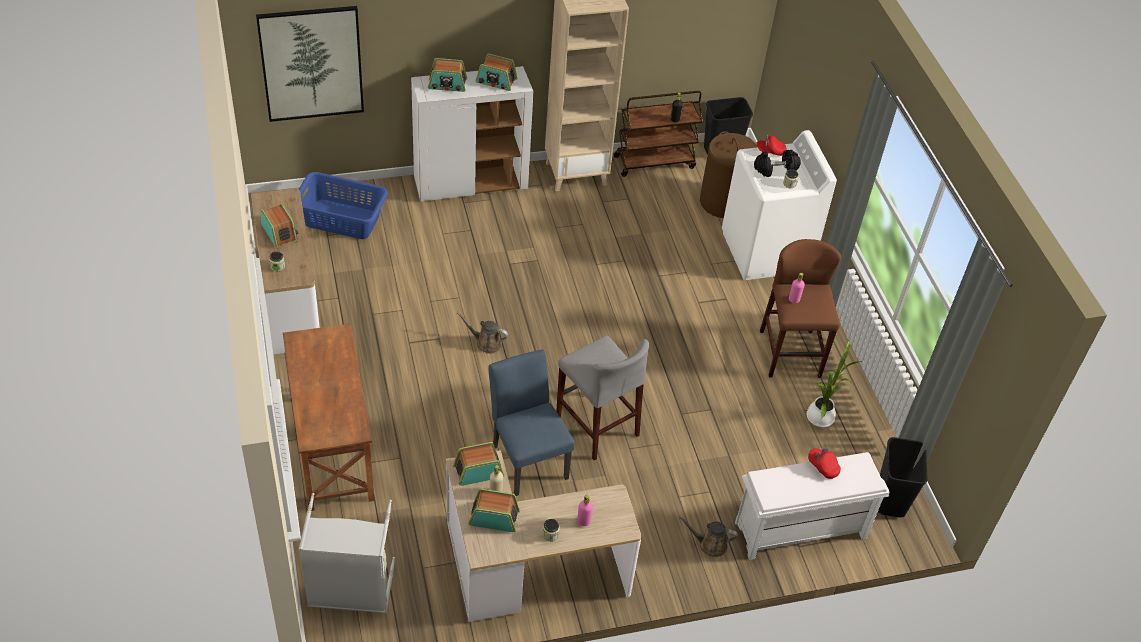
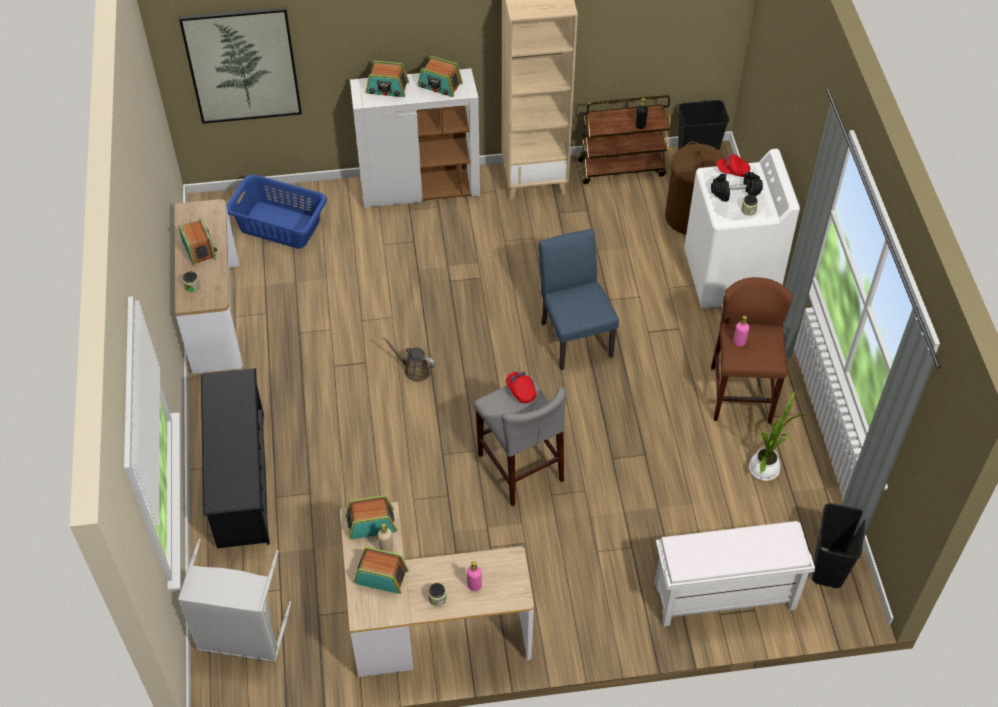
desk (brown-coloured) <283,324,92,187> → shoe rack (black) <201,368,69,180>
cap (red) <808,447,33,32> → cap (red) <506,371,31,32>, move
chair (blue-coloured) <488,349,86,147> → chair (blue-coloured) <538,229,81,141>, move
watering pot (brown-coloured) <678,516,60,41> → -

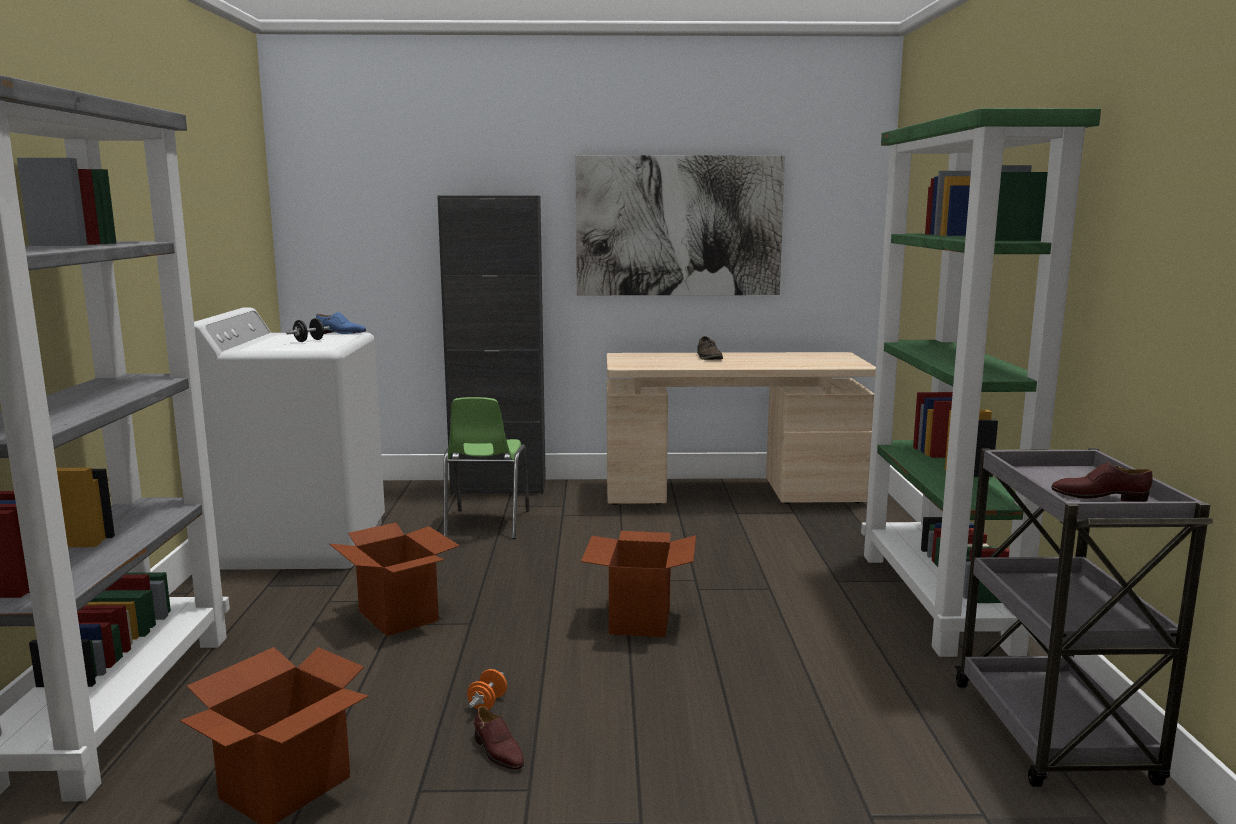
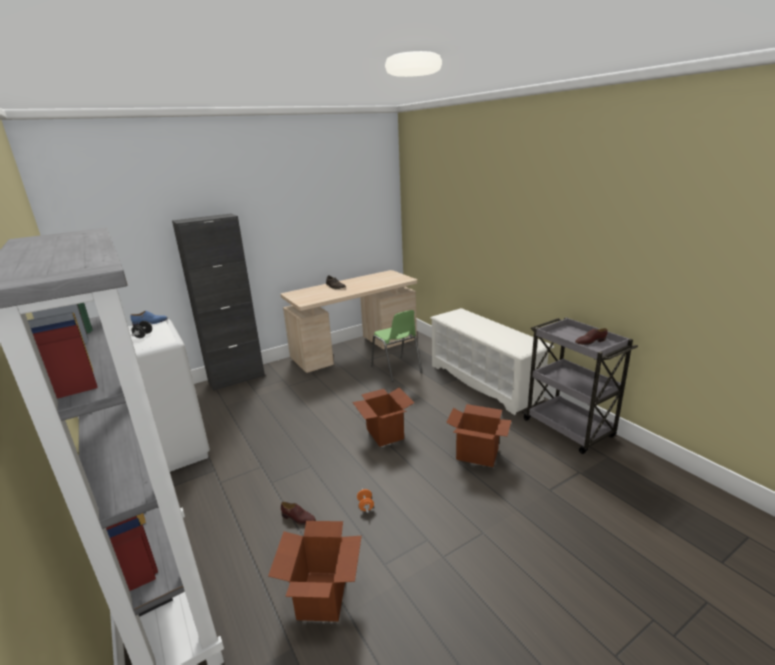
item of footwear (brown-coloured) <474,706,50,64> → item of footwear (brown-coloured) <281,502,35,23>, move
chair (green) <443,397,86,142> → chair (green) <371,310,51,72>, move
shelving unit (green) <861,108,240,549> → shoe rack (white) <430,308,124,107>
carton <329,522,131,114> → carton <446,404,66,63>, move
wall picture <575,155,210,140> → -

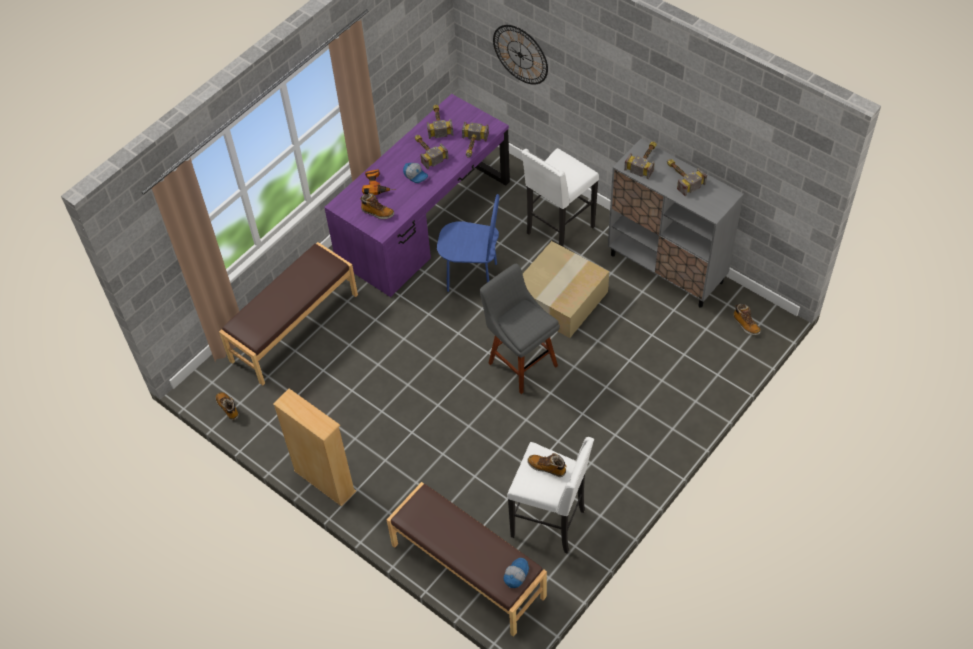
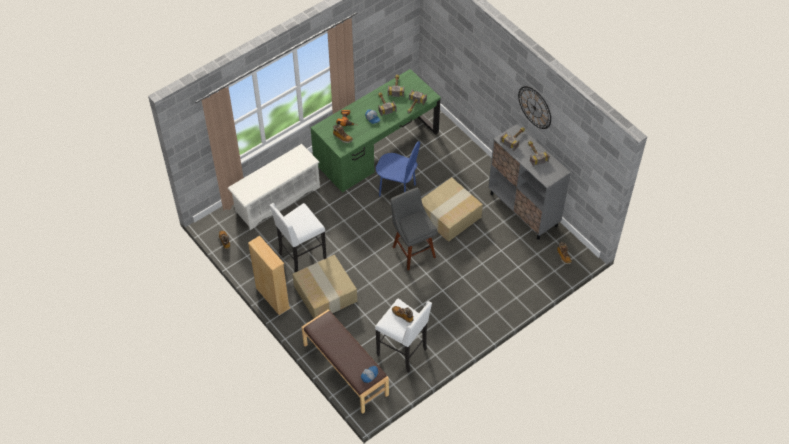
bench (brown-coloured) <219,242,139,143> → shoe rack (white) <228,144,92,86>
stool (white) <522,148,77,99> → stool (white) <270,203,56,69>, move
- → carton <293,255,64,63>
desk (purple) <324,94,186,203> → desk (green) <311,69,130,124>
clock on the wall <493,25,55,60> → clock on the wall <518,86,33,43>, move

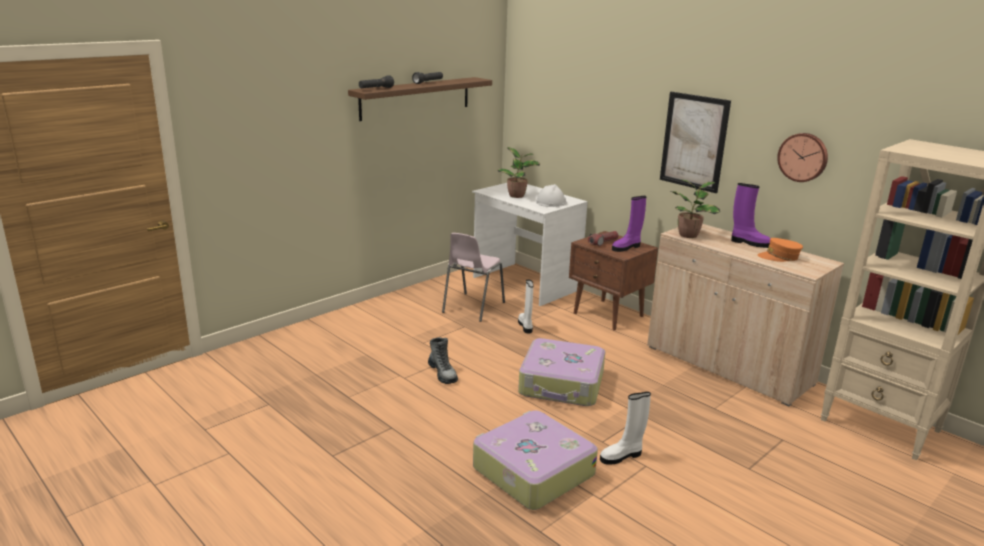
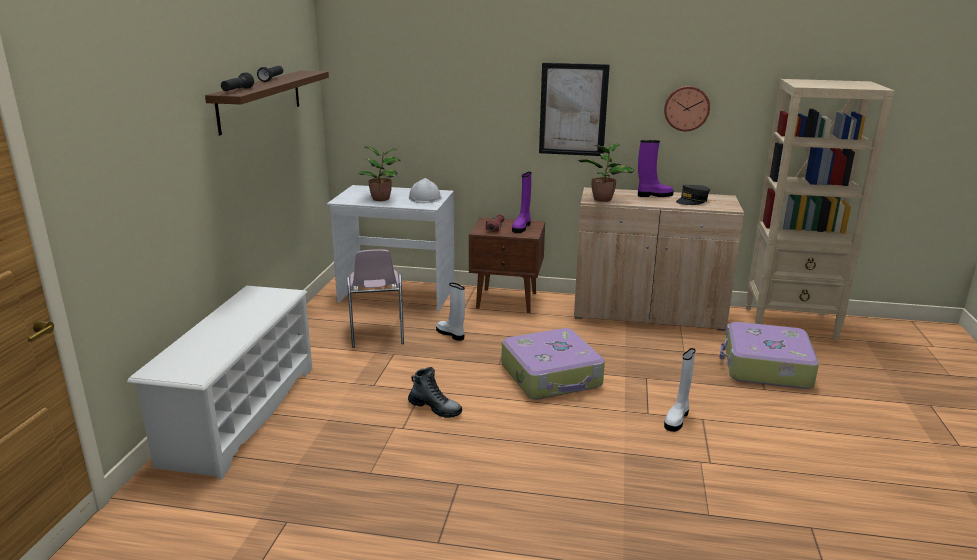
- → shoe rack (white) <127,286,185,194>
cap (orange) <757,238,46,24> → cap (greyish) <676,185,34,20>
suitcase <473,410,125,100> → suitcase <719,322,100,67>, move

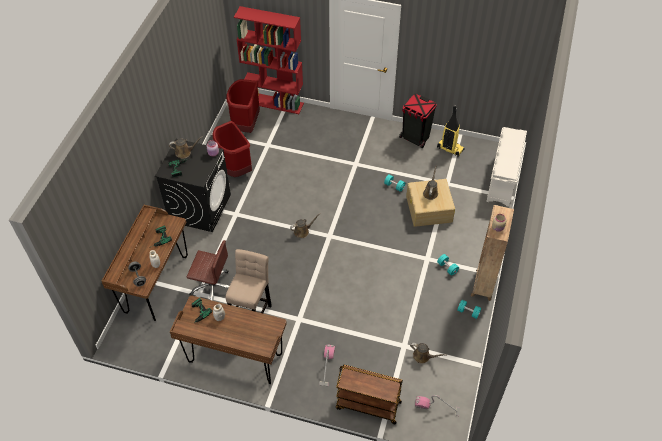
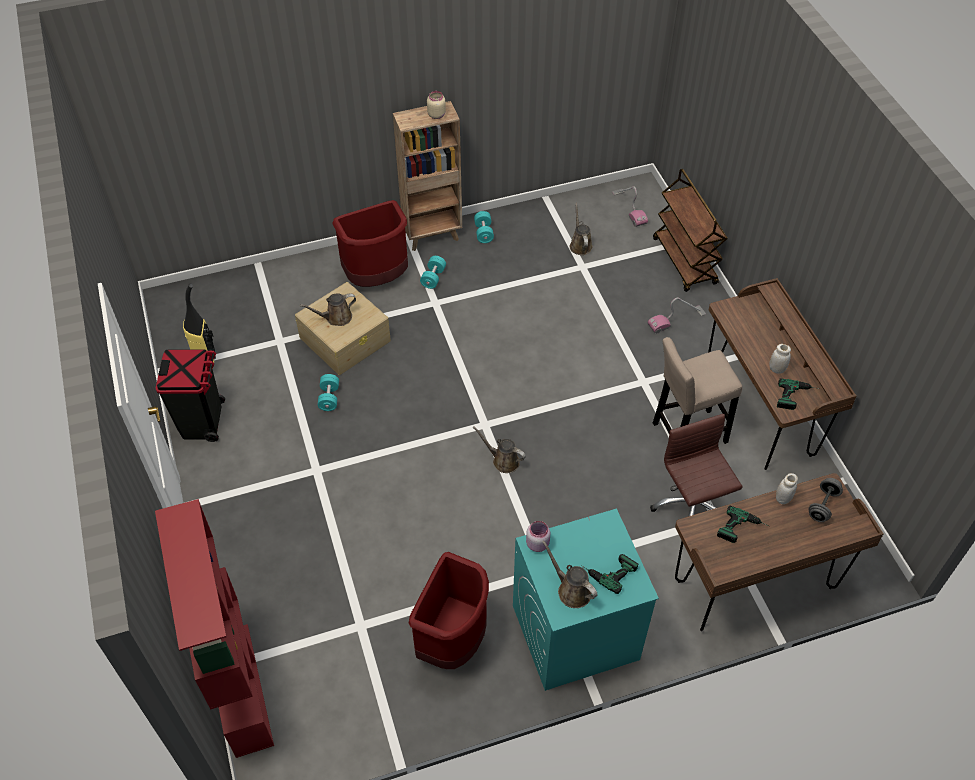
rubbish bin (red) <226,79,34,54> → rubbish bin (red) <332,200,76,87>, move
laundry machine (black) <155,139,76,93> → laundry machine (turquoise) <513,509,146,182>
shoe rack (white) <486,127,41,80> → -

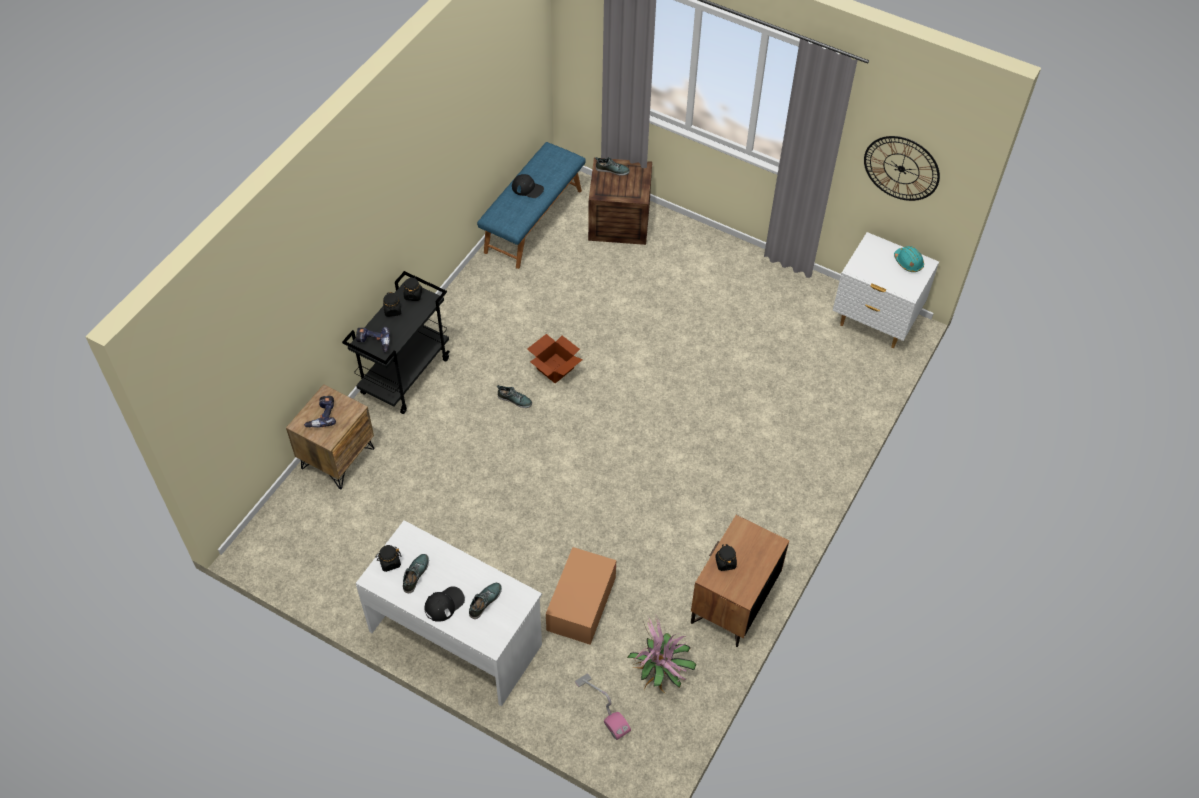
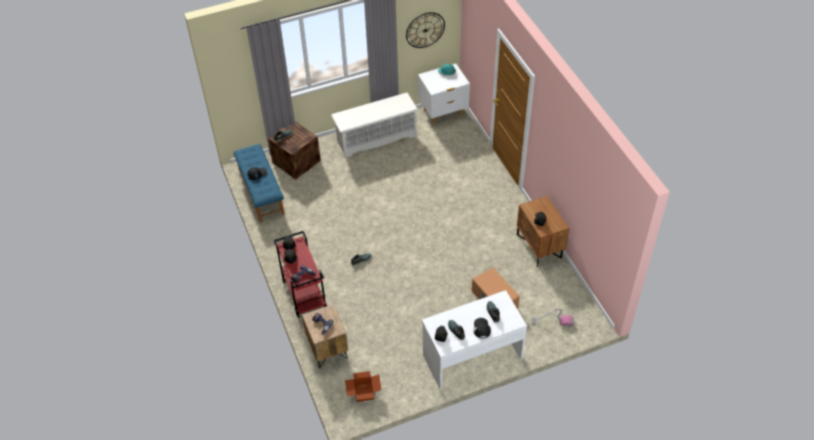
wheeled cart (black) <342,271,108,143> → wheeled cart (red) <274,231,53,87>
- → shoe rack (white) <331,93,87,65>
carton <527,334,55,49> → carton <345,371,36,31>, move
plant in a pot <627,617,69,77> → -

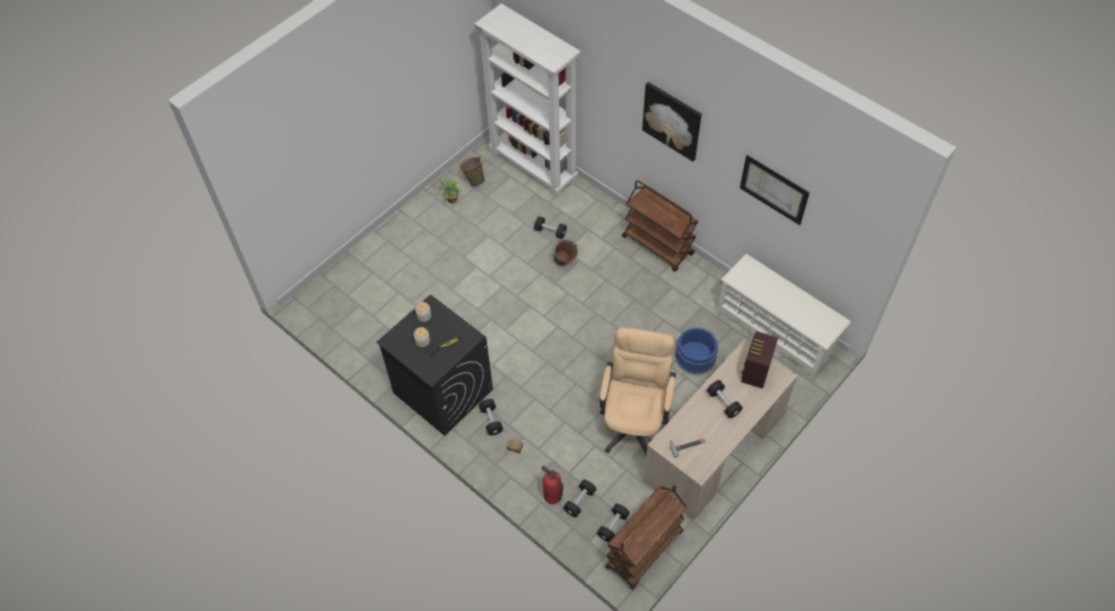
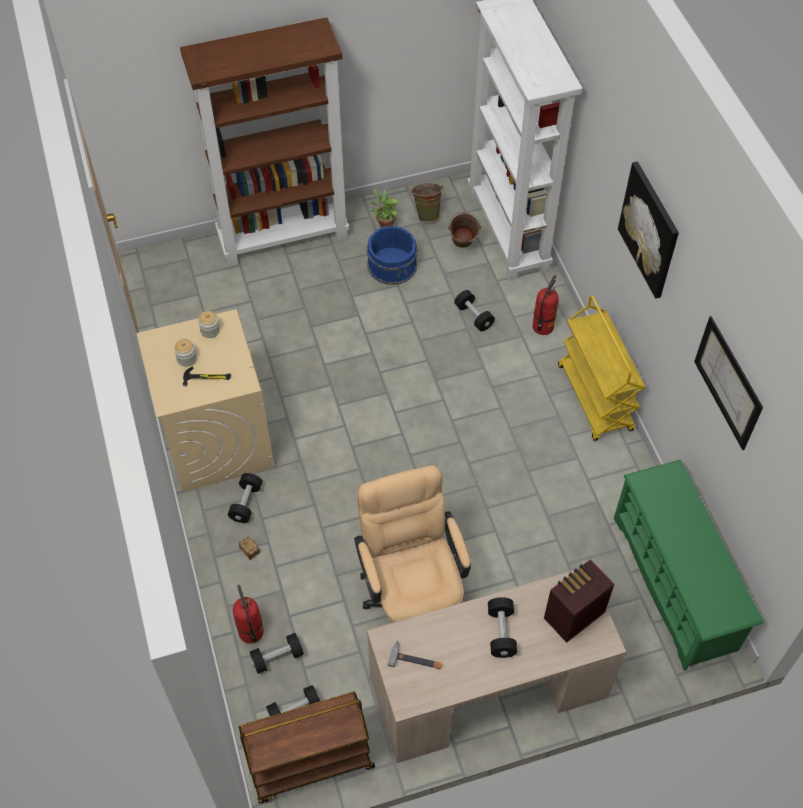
laundry machine (black) <376,294,117,142> → laundry machine (beige) <136,309,138,183>
- → shelving unit (brown-coloured) <180,17,169,249>
computer chair (beige) <600,327,76,127> → computer chair (beige) <354,465,117,157>, 60 degrees counterclockwise
water bucket (blue-coloured) <675,327,43,48> → water bucket (blue-coloured) <367,226,50,59>, move
water bucket (green) <553,239,25,27> → water bucket (green) <448,212,33,36>, move
- → extinguisher <533,275,26,60>
wheeled cart (brown-coloured) <622,180,76,92> → wheeled cart (yellow) <558,295,87,146>
shoe rack (white) <717,254,134,123> → shoe rack (green) <614,459,150,212>

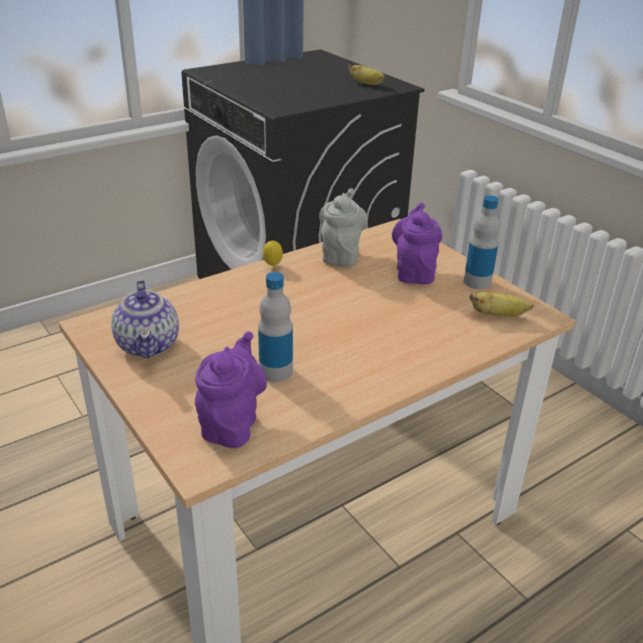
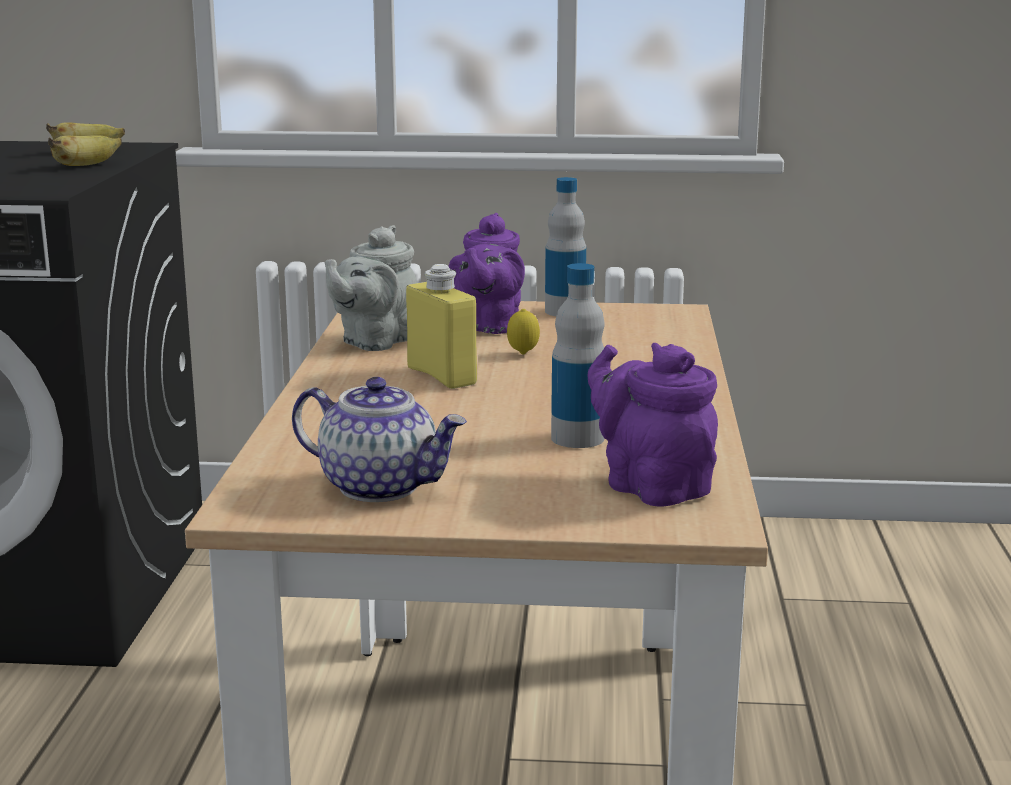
whole banana <470,292,64,25> → whole banana <48,135,74,31>, move
tea pot (greyish) <319,188,49,79> → tea pot (greyish) <325,225,92,126>, 105 degrees counterclockwise
- → beverage bottle (yellow) <406,265,71,124>
tea pot (purple) <392,203,50,82> → tea pot (purple) <448,213,77,121>, 120 degrees counterclockwise
citrus fruit <263,240,20,26> → citrus fruit <507,309,33,45>, move

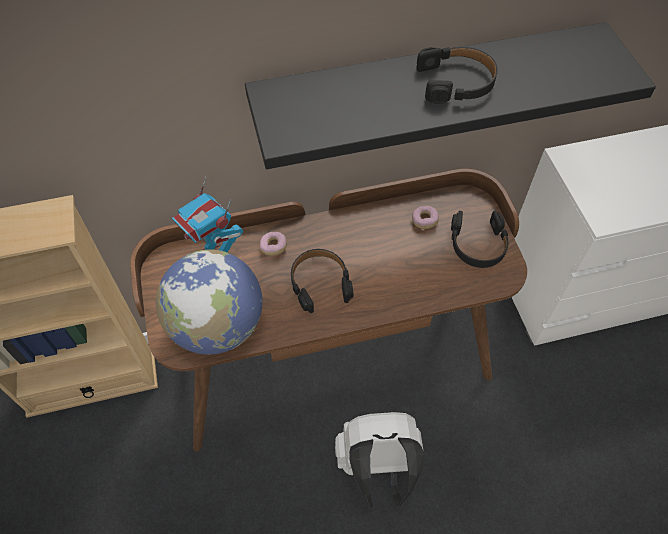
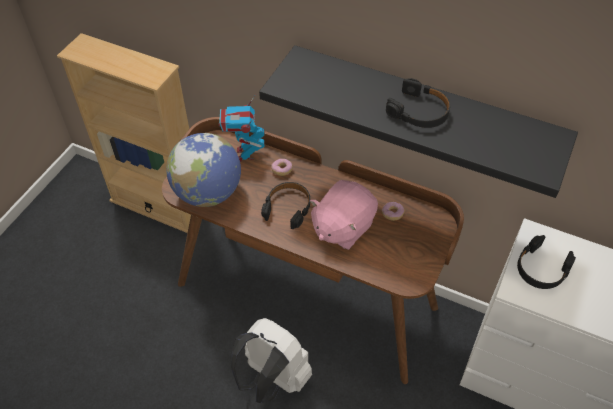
- → soft toy (pink) <310,180,68,70>
pair of headphones (black) <451,211,57,57> → pair of headphones (black) <517,235,59,54>, move

